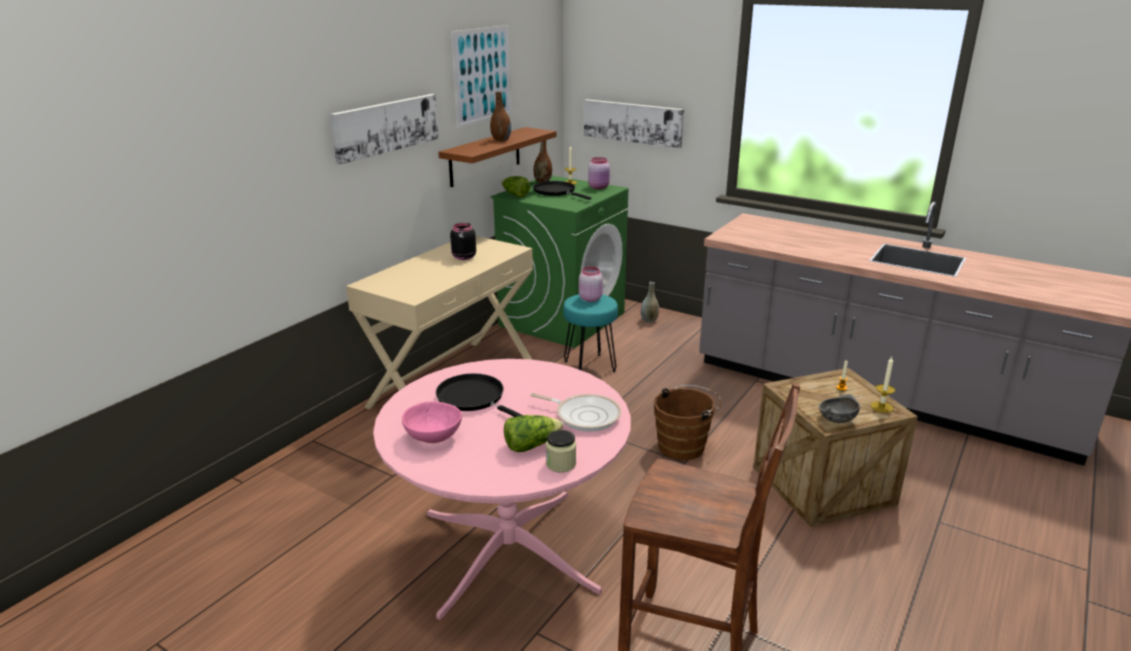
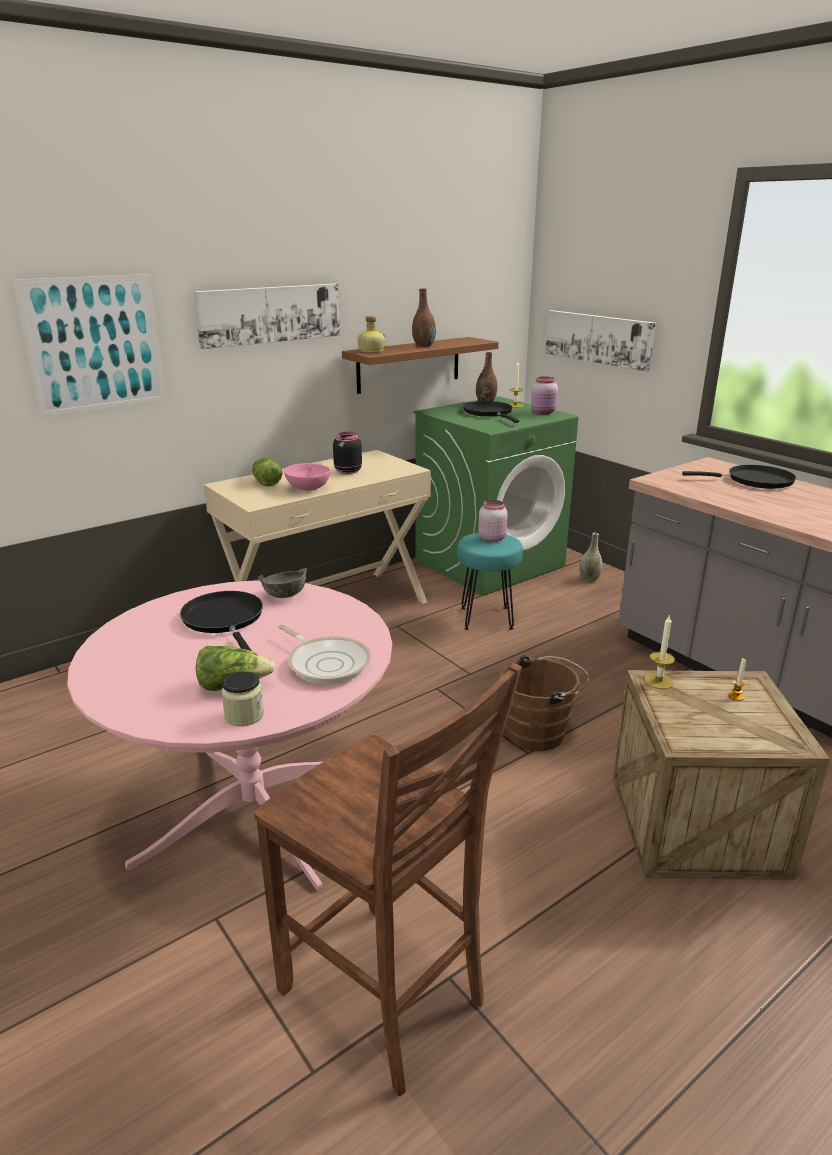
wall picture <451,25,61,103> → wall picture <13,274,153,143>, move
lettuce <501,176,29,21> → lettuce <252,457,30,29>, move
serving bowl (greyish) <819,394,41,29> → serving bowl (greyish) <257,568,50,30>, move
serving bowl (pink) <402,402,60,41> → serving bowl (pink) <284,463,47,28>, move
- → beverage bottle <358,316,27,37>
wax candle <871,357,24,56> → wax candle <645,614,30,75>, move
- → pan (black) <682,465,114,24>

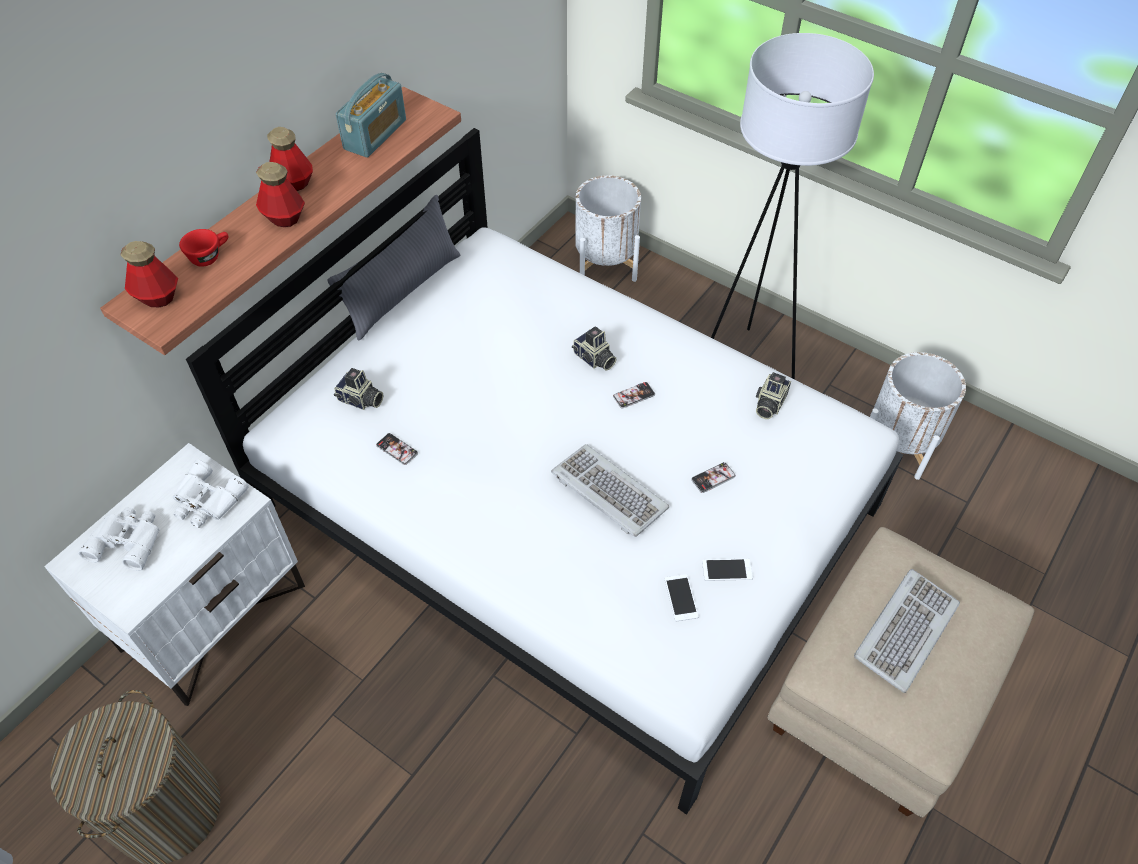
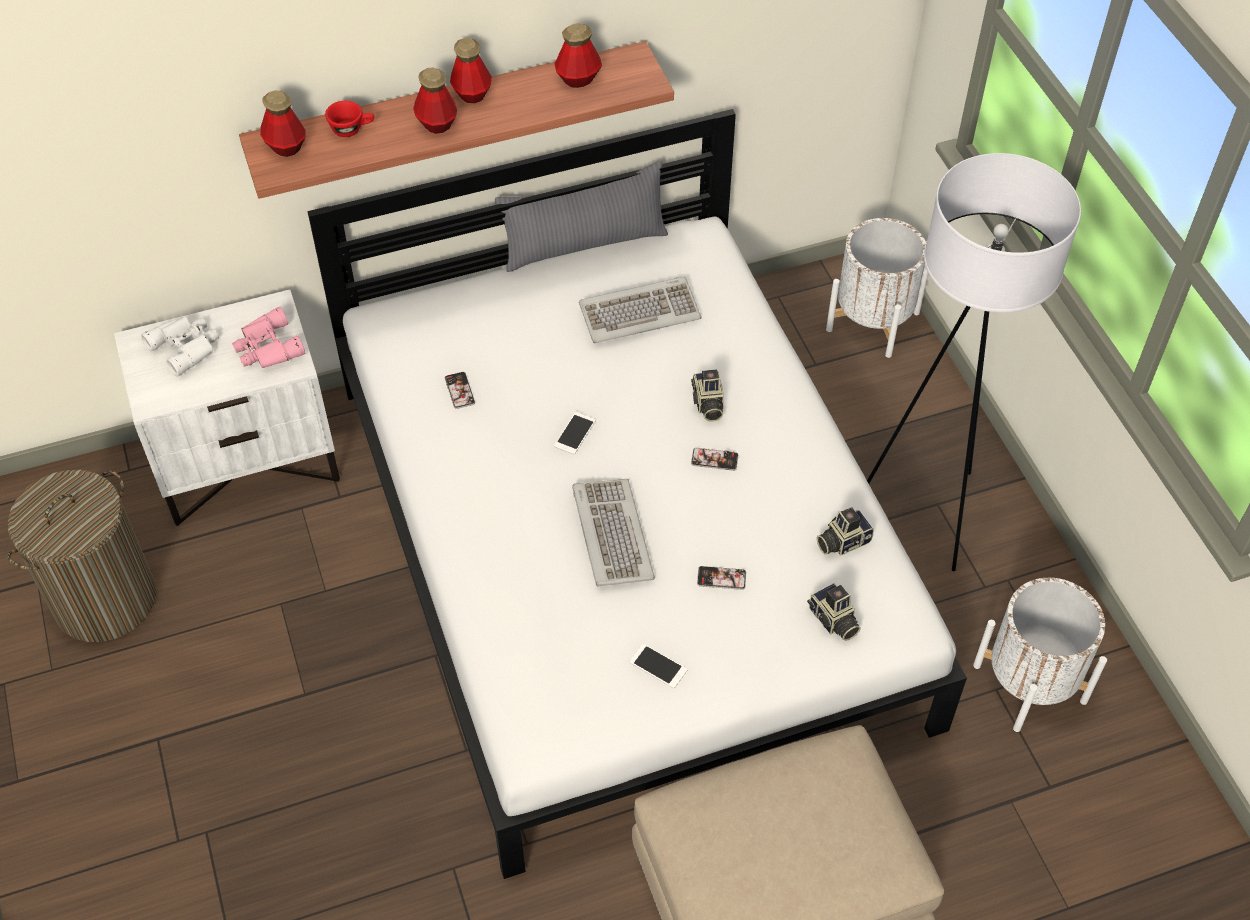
binoculars (white) <172,460,77,68> → binoculars (pink) <232,307,73,61>
telephone <665,574,34,47> → telephone <554,412,42,42>, move
radio receiver <336,73,70,85> → beverage bottle <555,23,47,65>
computer keyboard <854,569,106,124> → computer keyboard <579,277,122,66>, move
still camera <334,368,49,42> → still camera <807,583,54,58>, move

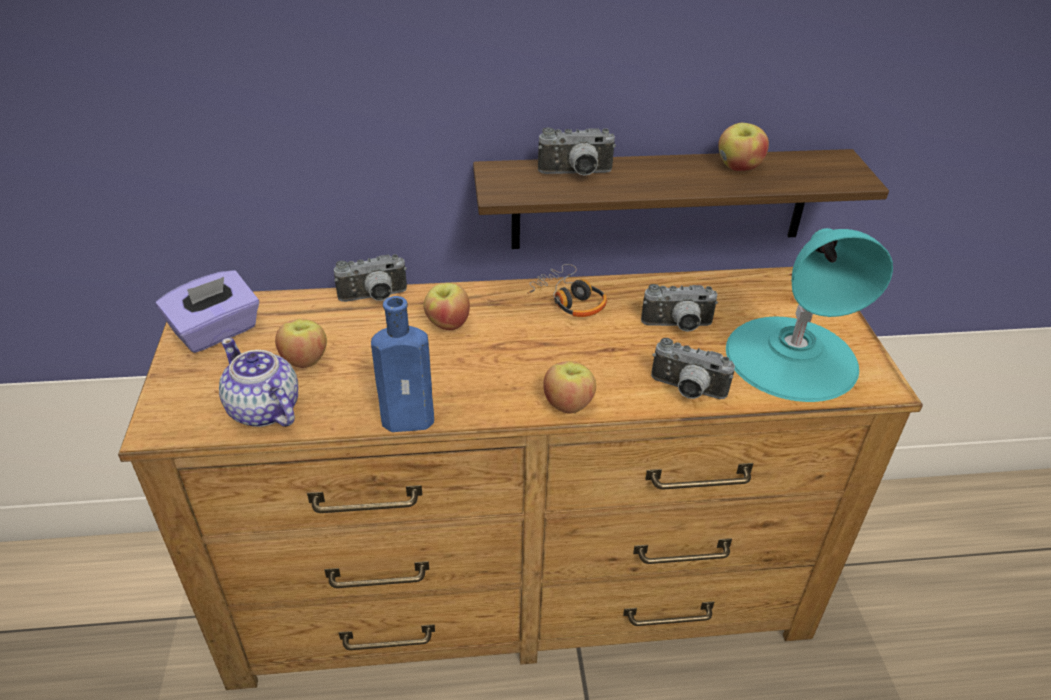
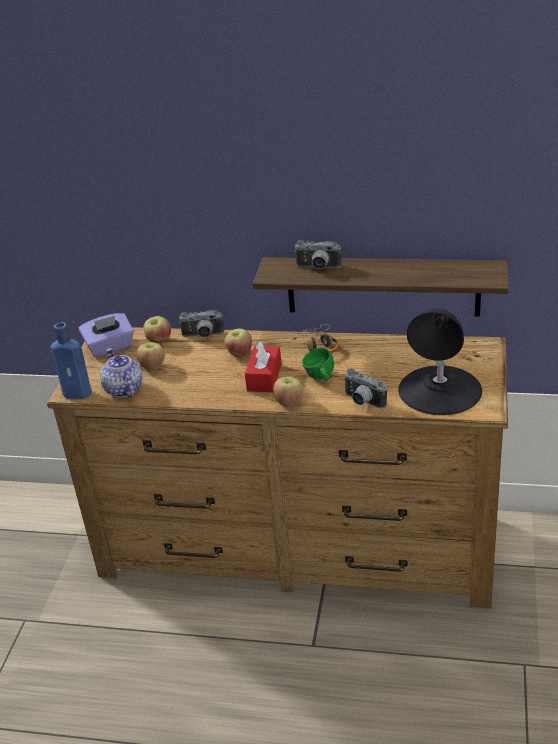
beverage bottle (blue-coloured) <371,296,63,136> → beverage bottle (blue-coloured) <51,322,41,77>, move
apple <718,123,51,48> → apple <143,316,28,27>, move
- → tissue box (red) <245,341,37,51>
- → tea mug (green) <302,348,32,33>
table lamp (turquoise) <726,228,167,174> → table lamp (black) <398,308,84,107>
still camera <641,284,77,48> → -

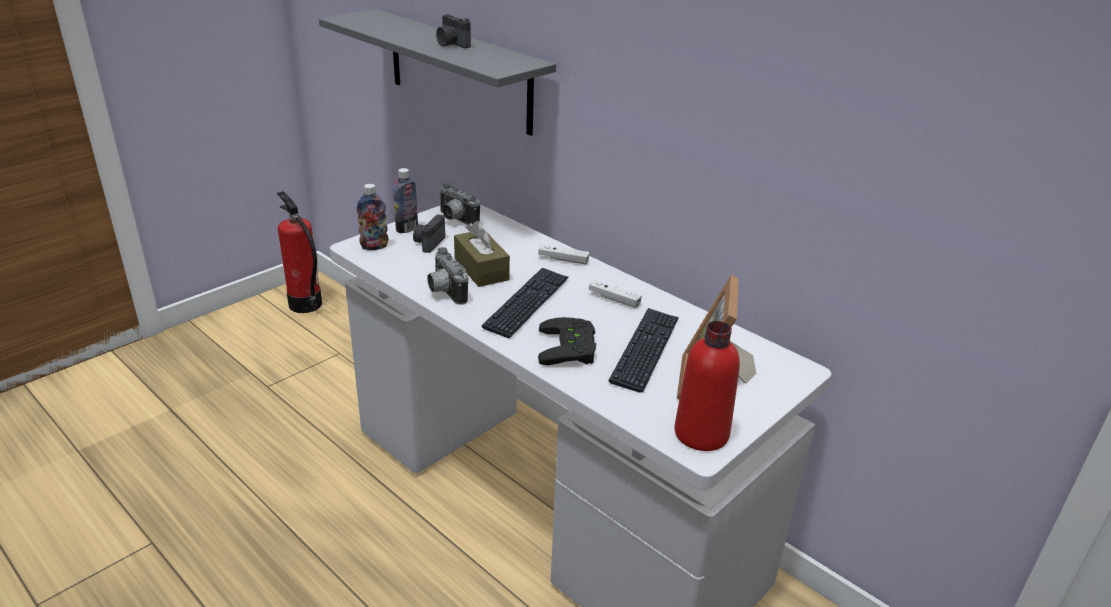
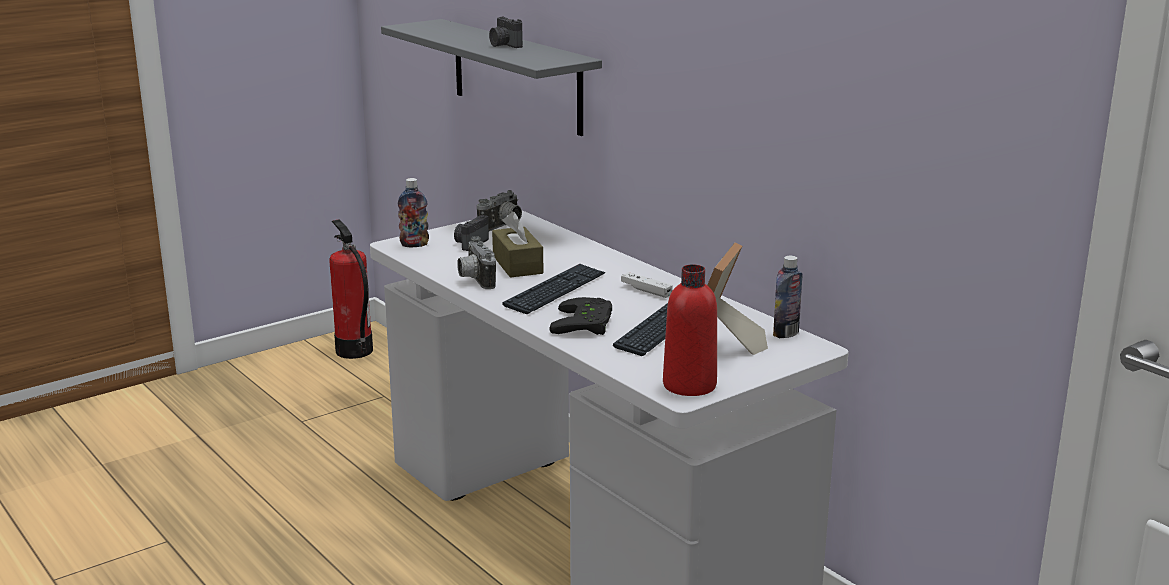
still camera <439,183,41,42> → still camera <477,190,45,41>, 105 degrees counterclockwise
beverage bottle <393,168,25,65> → beverage bottle <773,256,30,82>, move
game controller (white) <538,244,51,20> → -

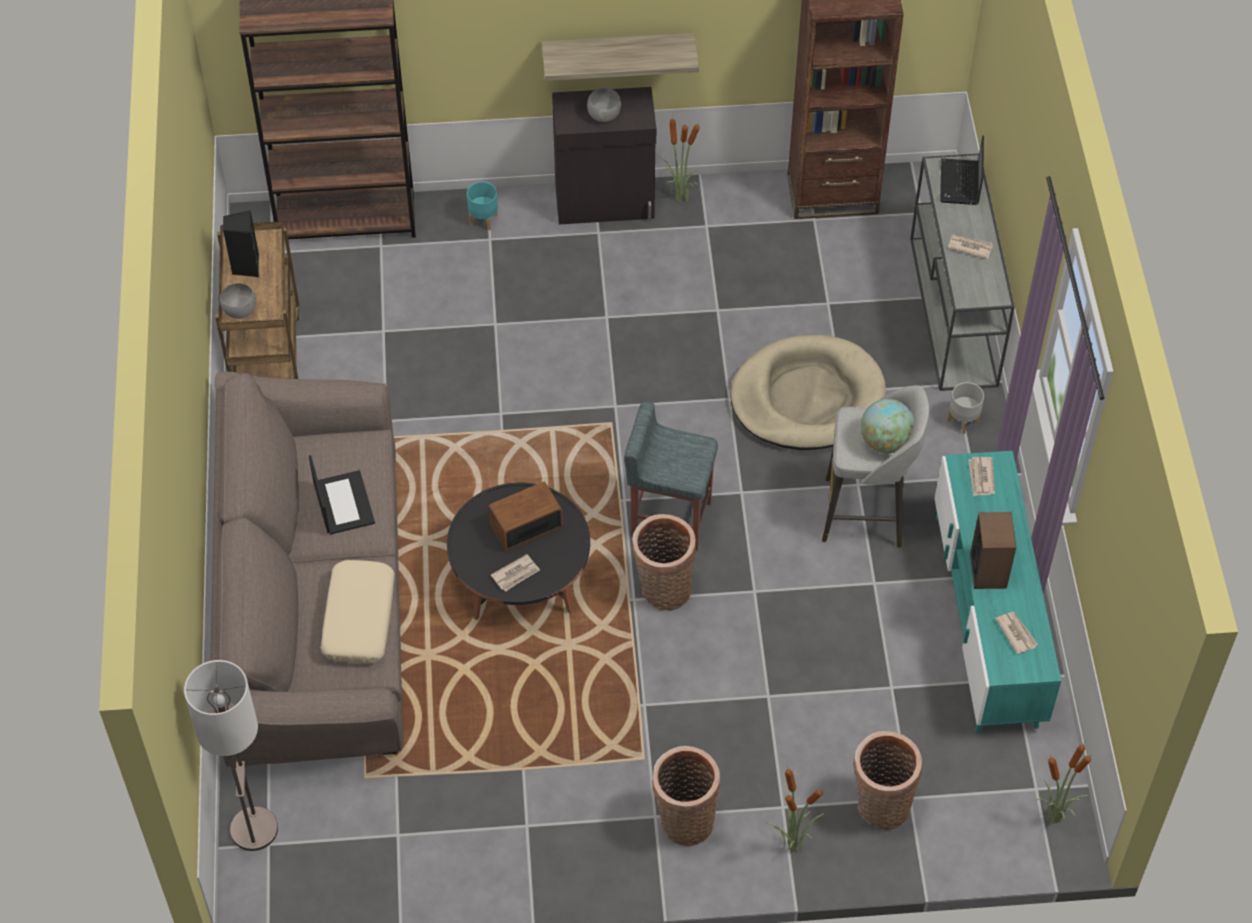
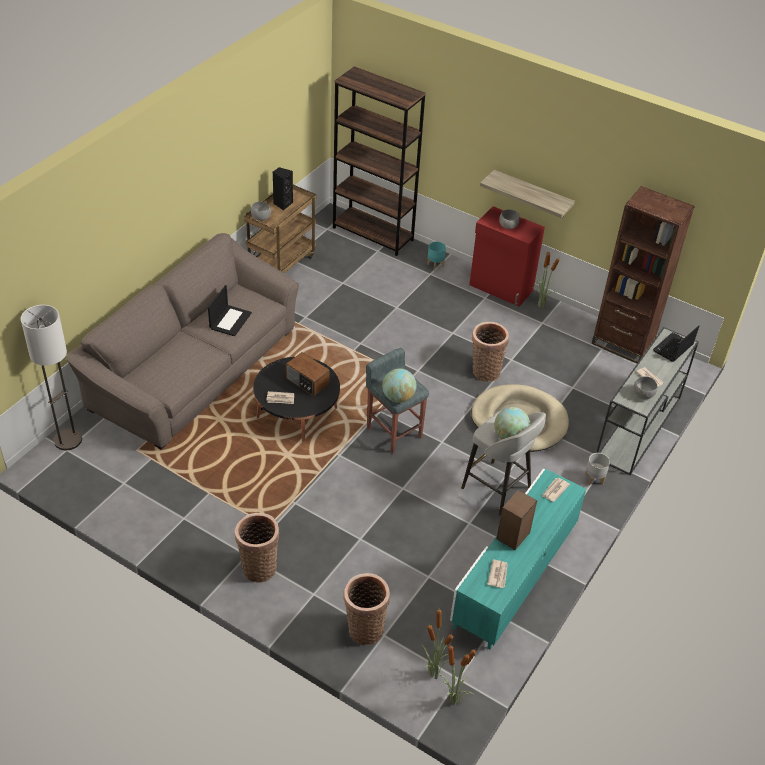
radio receiver <488,482,75,70> → radio receiver <286,352,44,44>, 150 degrees counterclockwise
- → world globe <382,369,34,34>
plant in a pot <767,766,58,86> → plant in a pot <421,609,34,70>, move
cupboard (black) <552,87,104,137> → cupboard (red) <469,206,76,101>
household basket <632,514,64,97> → household basket <472,322,37,60>, move
- → serving bowl (greyish) <633,376,25,23>
pillow (beige) <321,560,74,103> → -

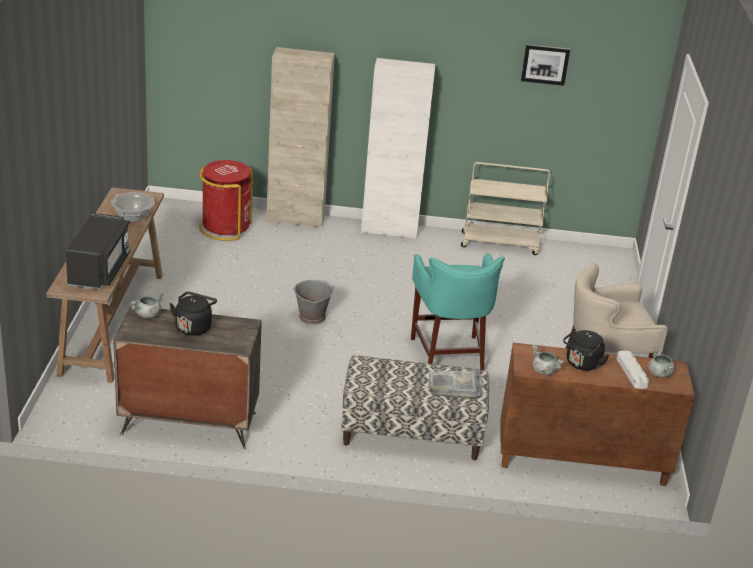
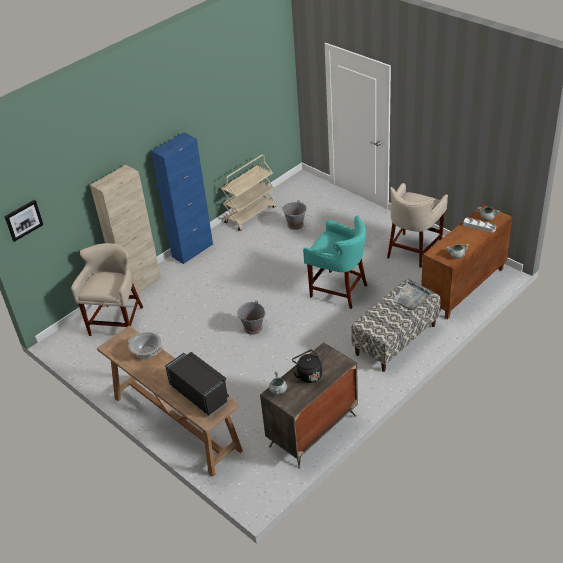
wall picture <521,44,49,42> → wall picture <4,200,39,42>, move
rubbish bin (red) <199,160,54,81> → stool (beige) <71,243,72,93>
cupboard (white) <361,58,75,181> → cupboard (blue-coloured) <151,132,62,132>
- → water bucket (greyish) <282,200,25,30>
water kettle (black) <563,329,46,42> → -

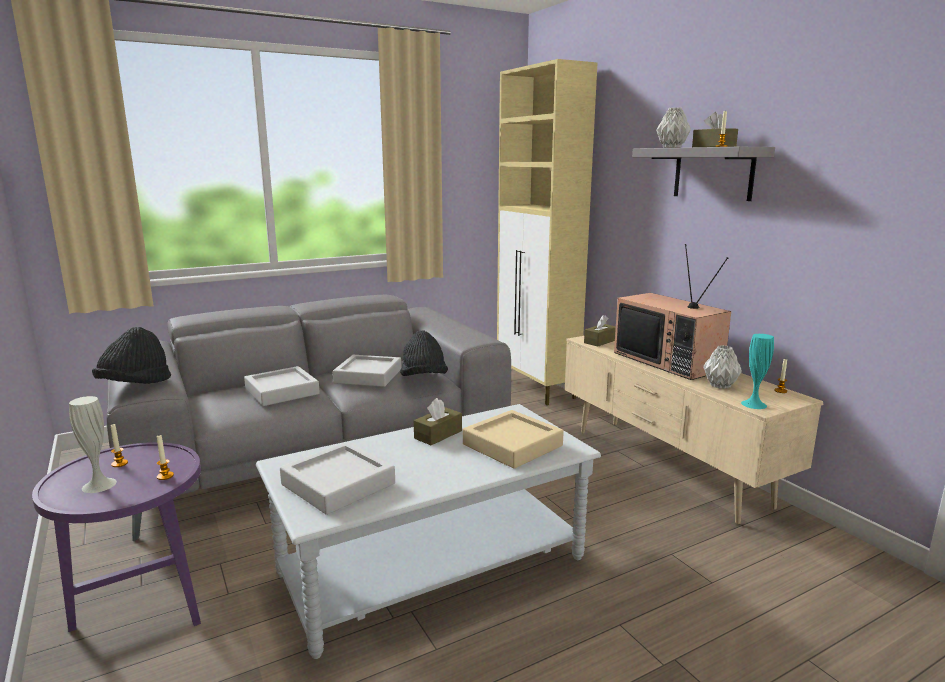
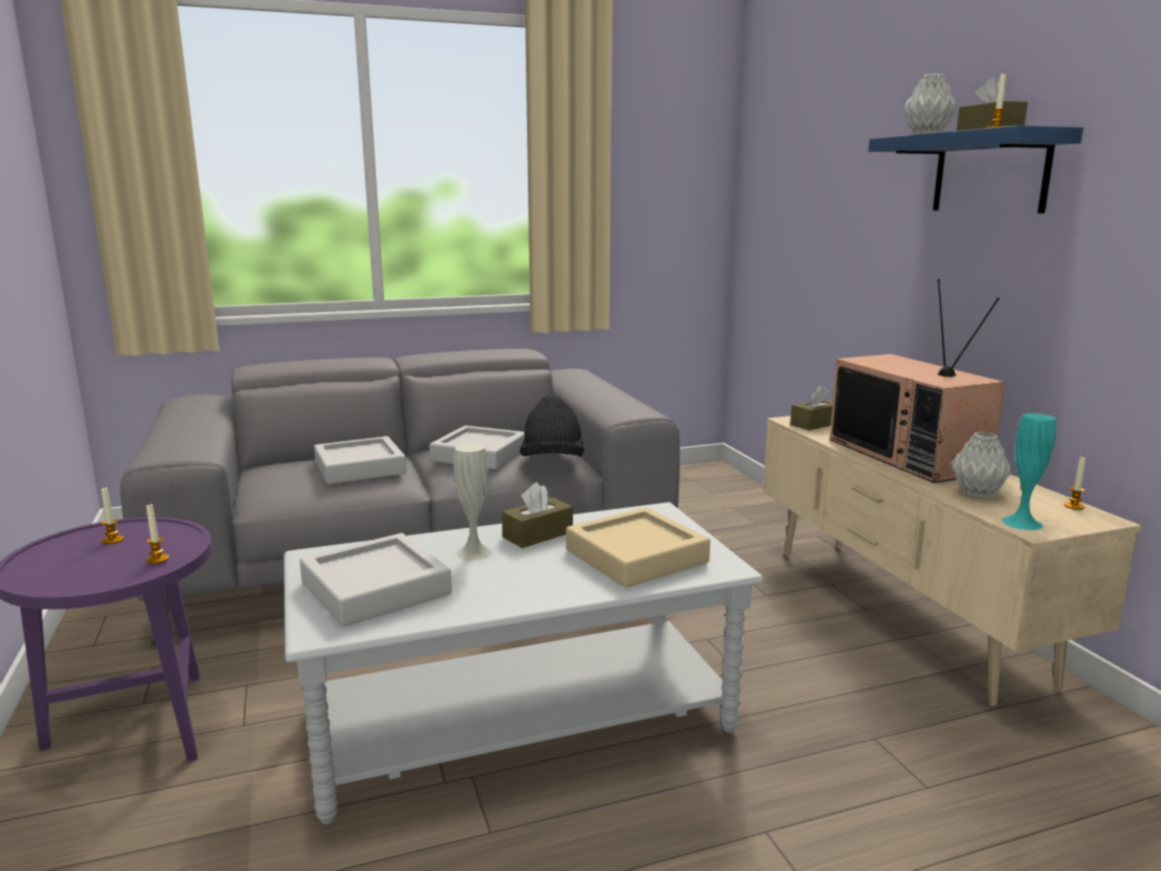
vase (white) <69,396,48,97> → vase (white) <454,443,39,117>, move
bracket shelf (greyish) <632,147,143,54> → bracket shelf (blue-coloured) <868,125,215,89>
hat (black) <92,327,79,57> → -
cupboard (beige) <497,59,101,346> → -

